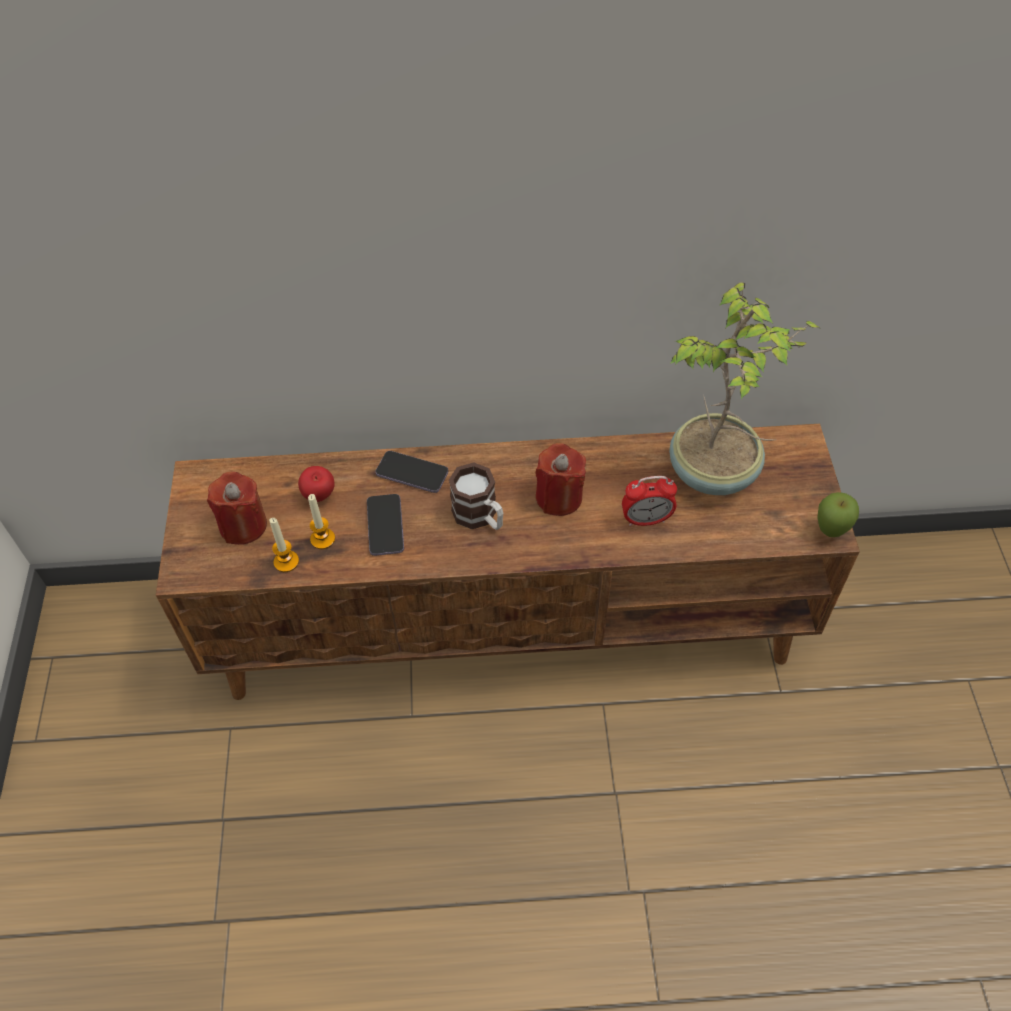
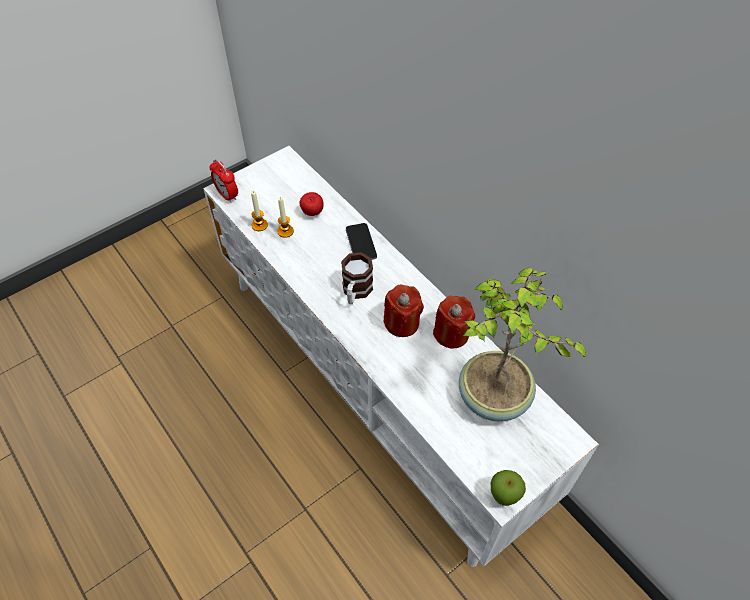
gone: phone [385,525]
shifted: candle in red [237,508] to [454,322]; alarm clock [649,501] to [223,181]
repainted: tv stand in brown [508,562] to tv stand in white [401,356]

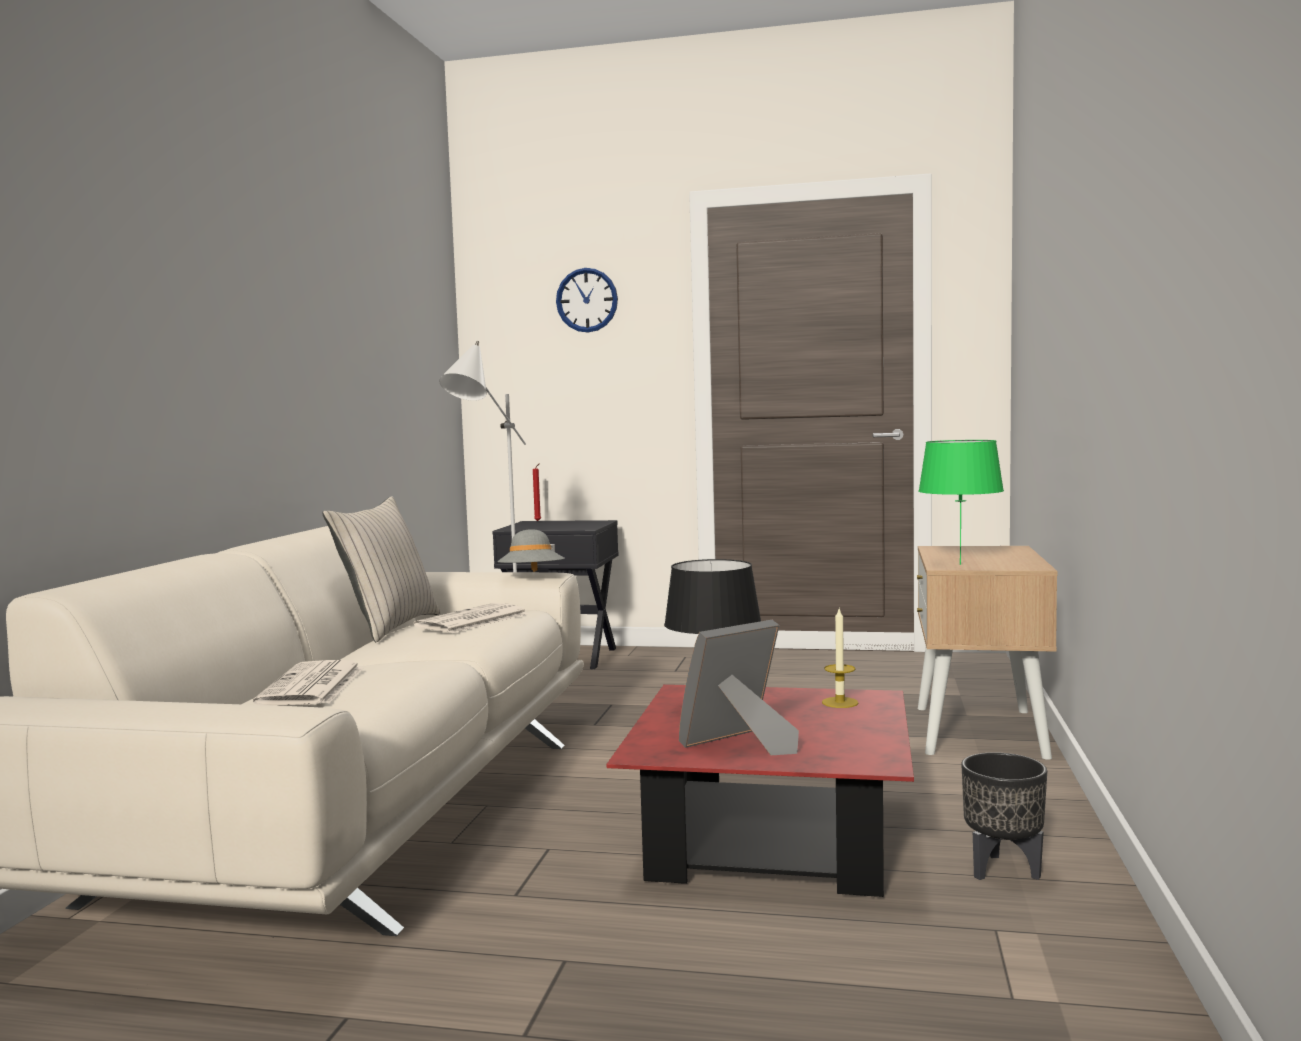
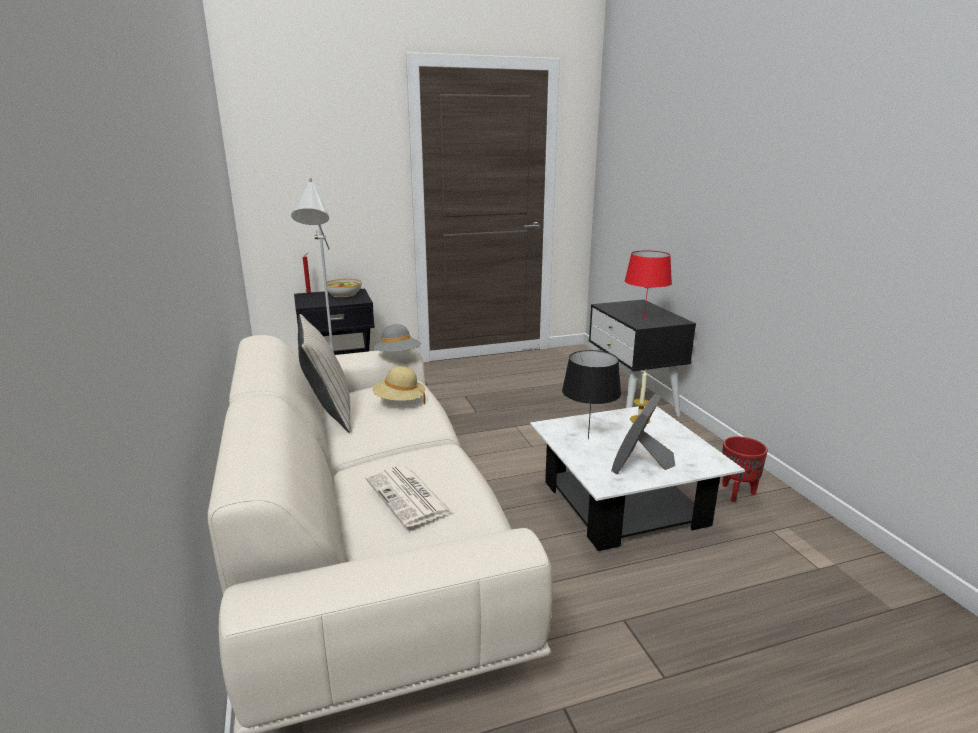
gone: wall clock [587,300]
new: bowl [344,288]
swapped: newspaper [471,618] to hat in beige [398,385]
repainted: coffee table in red [760,790] to coffee table in white [637,478]; nightstand in beige [987,653] to nightstand in black [642,358]; table lamp in green [961,502] to table lamp in red [648,286]; planter in black [1004,816] to planter in red [745,469]

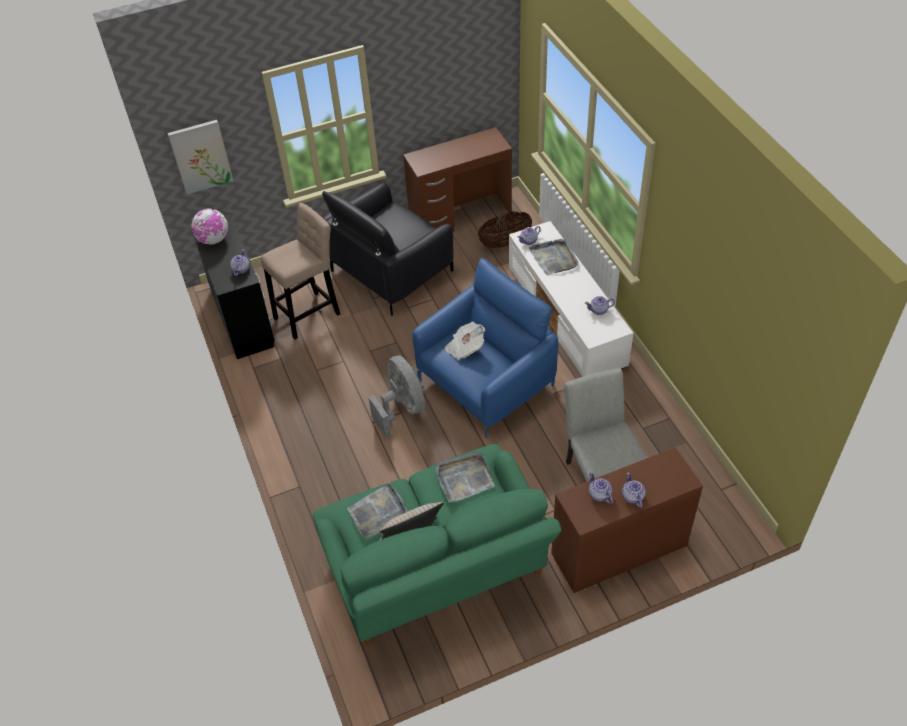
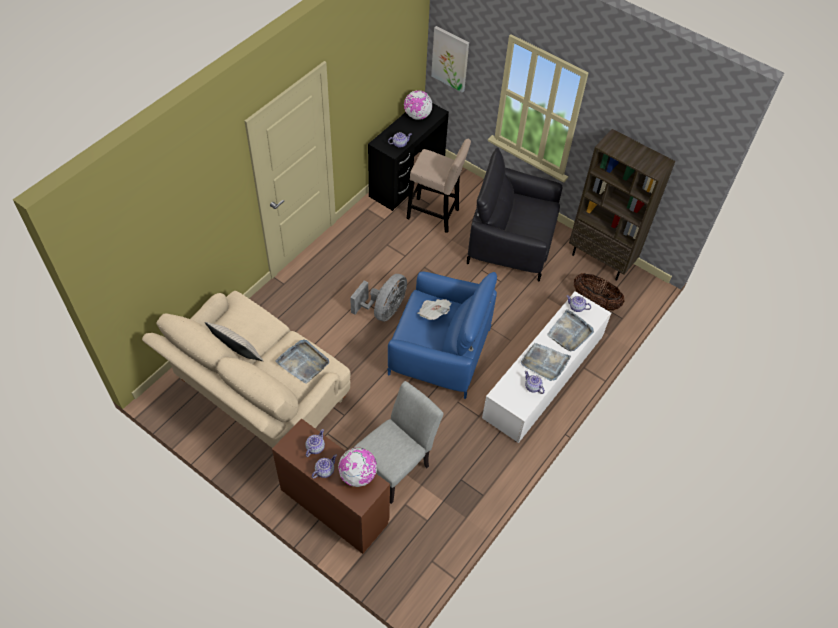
new: globe [357,467]
shifted: tray in grey [377,510] to [546,362]
swapped: desk in brown [457,179] to bookcase in brown [622,205]
repainted: sofa in green [437,544] to sofa in beige [246,369]

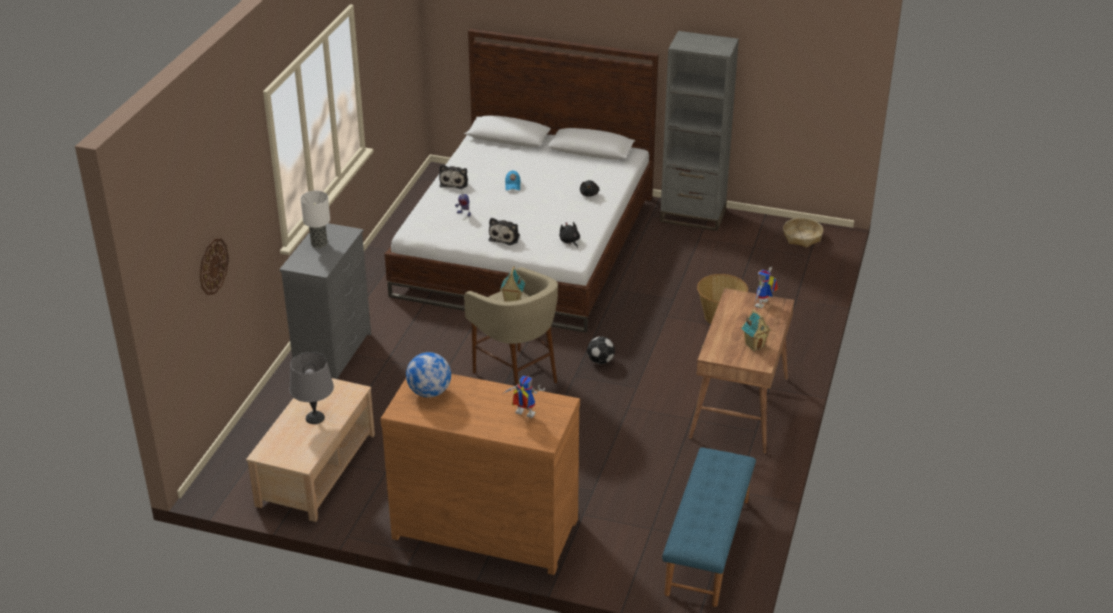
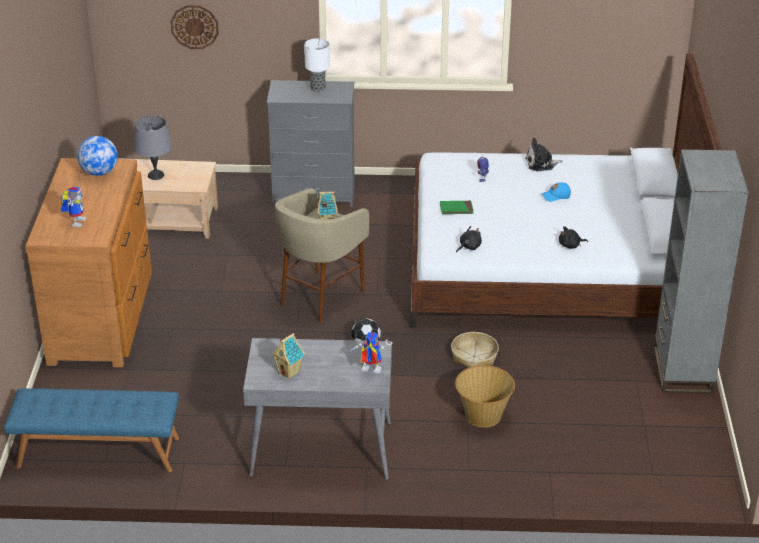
shifted: basket [803,233] to [475,350]
swapped: plush toy [504,231] to book in green [456,207]
repainted: desk in brown [741,371] to desk in grey [317,409]

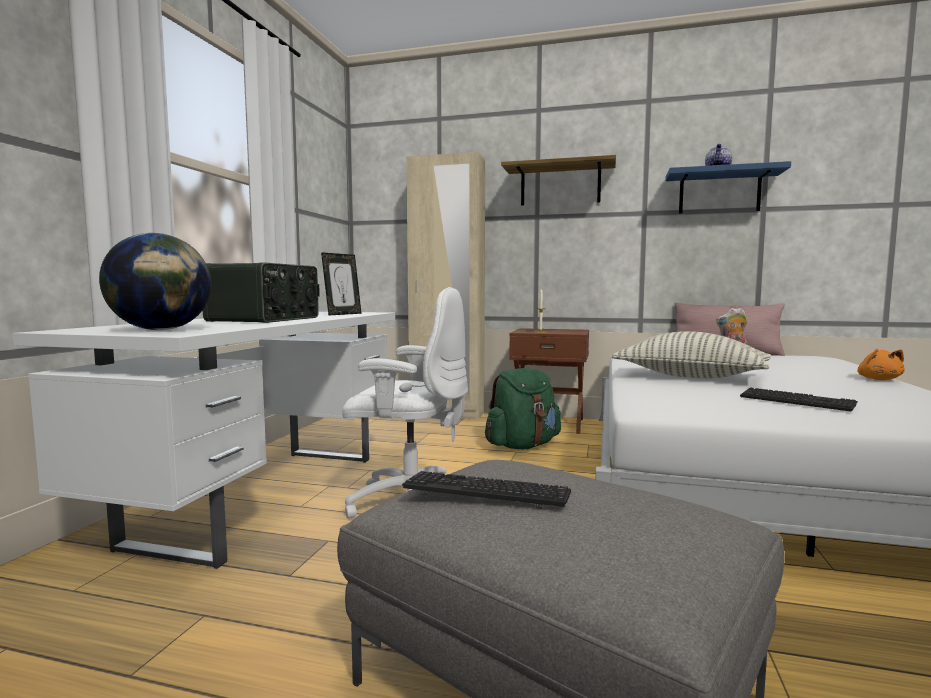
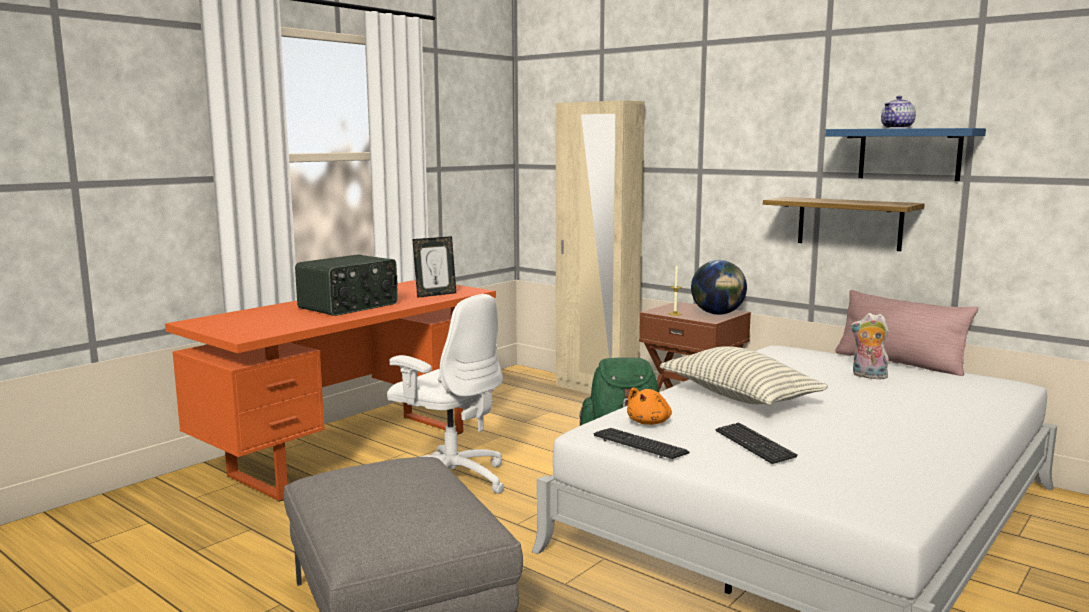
shifted: globe [155,281] to [719,287]; keyboard [486,490] to [641,443]; shelf [558,180] to [844,224]; plush toy in orange [881,364] to [649,406]
repainted: desk in white [204,440] to desk in orange [330,391]

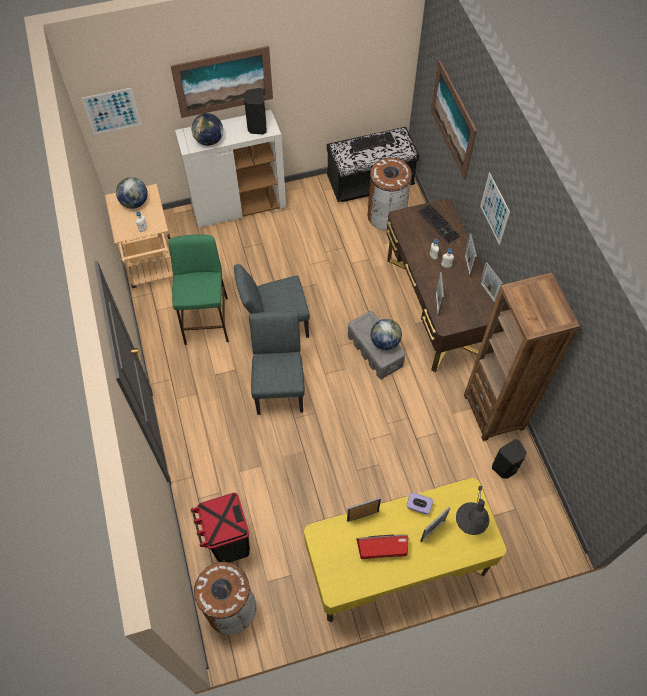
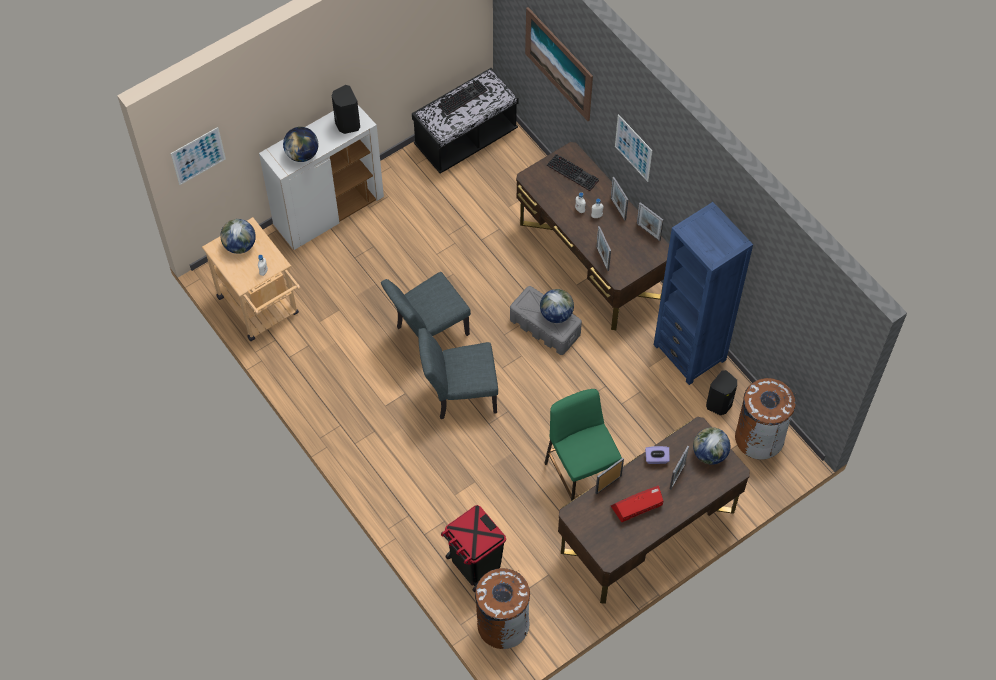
gone: picture [221,82]
shifted: stool in green [198,290] to [583,445]; trash can in brown [391,194] to [765,419]
swapped: table lamp in black [472,510] to globe [711,446]
repainted: desk in yellow [405,550] to desk in brown [654,510]; bookcase in brown [522,357] to bookcase in blue [703,293]
rotated: chair in grey [277,363] = [458,373] 75 degrees counterclockwise

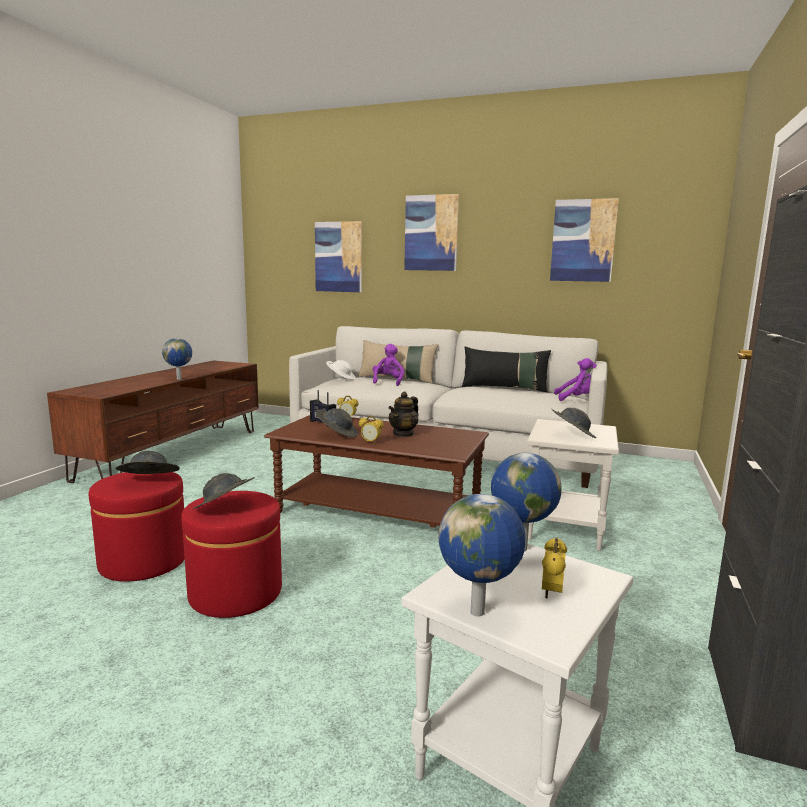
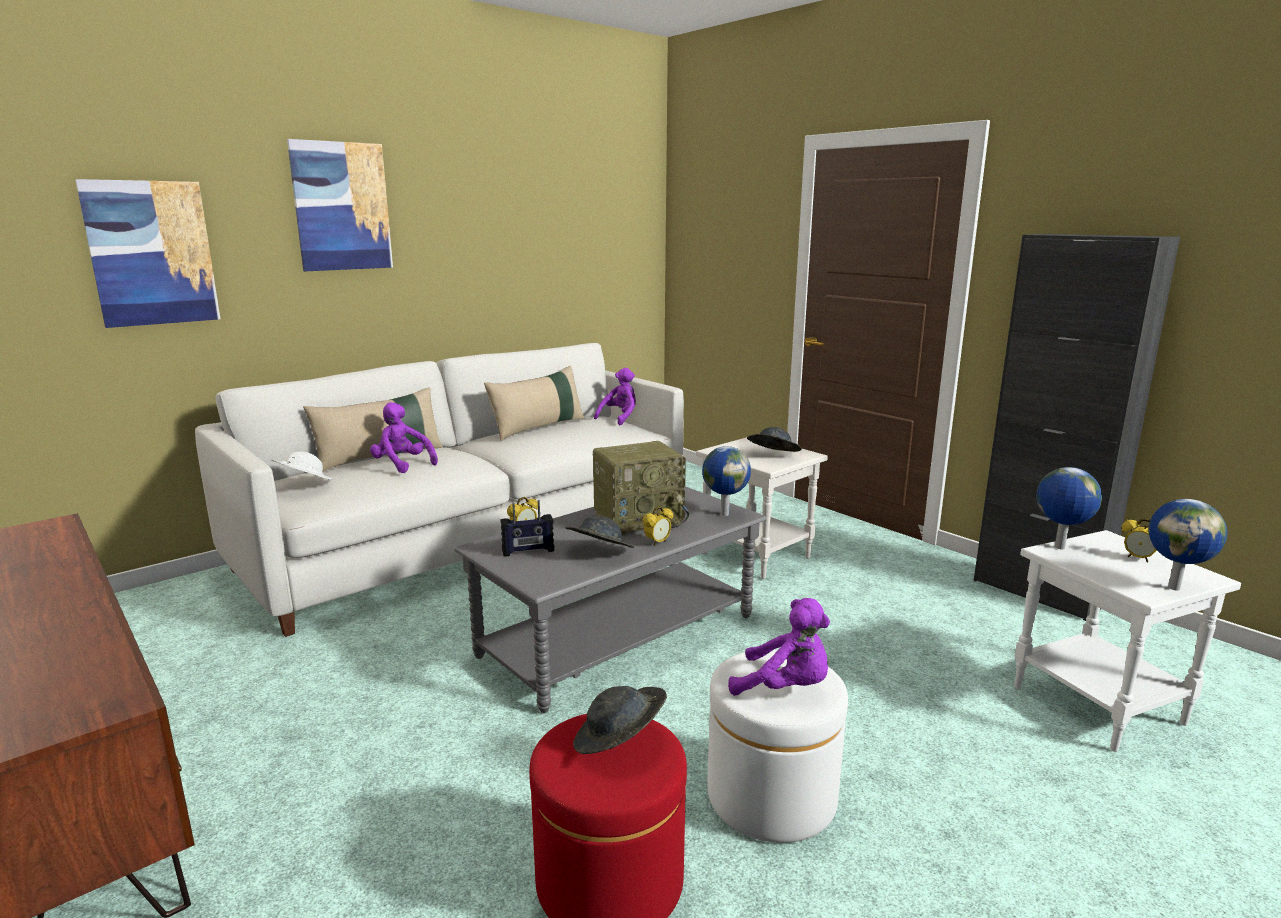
gone: picture [584,240]
shifted: globe [177,359] to [726,481]
swapped: hat in grey [224,491] to plush toy in purple [779,647]; teapot [403,414] to radio [641,488]
repainted: ottoman in red [231,554] to ottoman in white [777,746]; coffee table in brown [376,471] to coffee table in grey [610,599]; pillow in black [506,369] to pillow in beige [534,403]

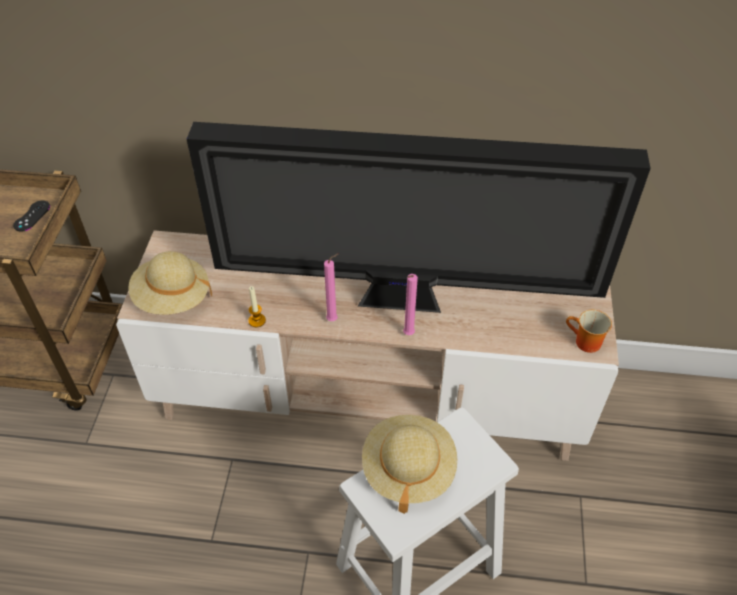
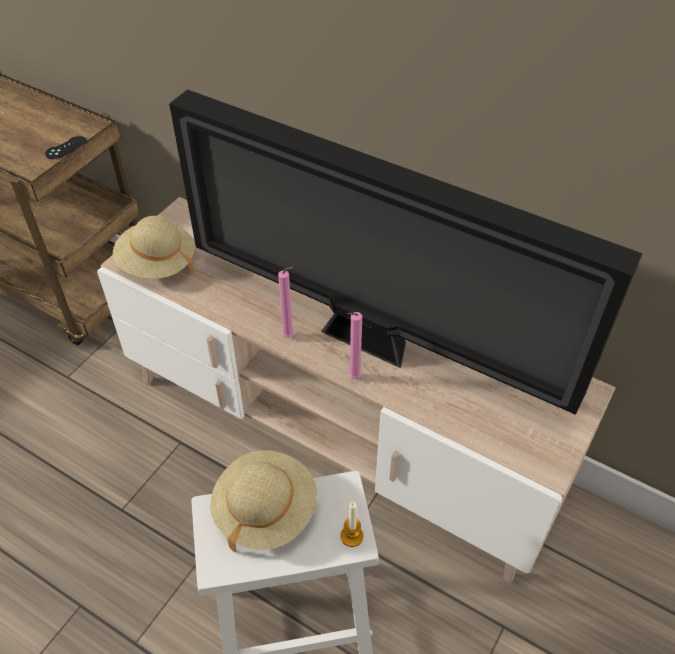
gone: mug [589,331]
shifted: candle [257,306] to [352,524]

